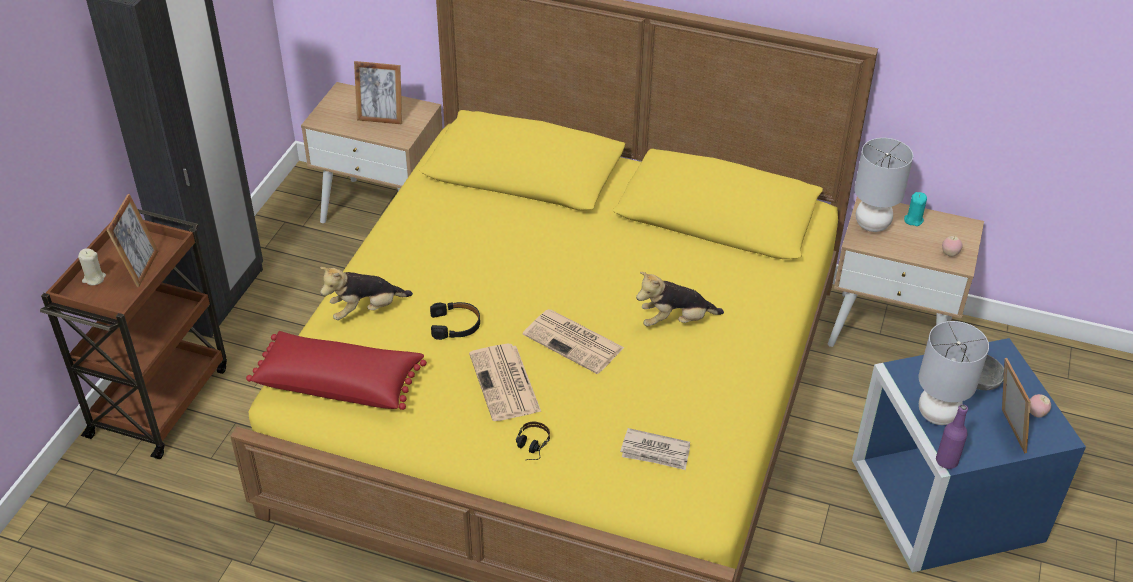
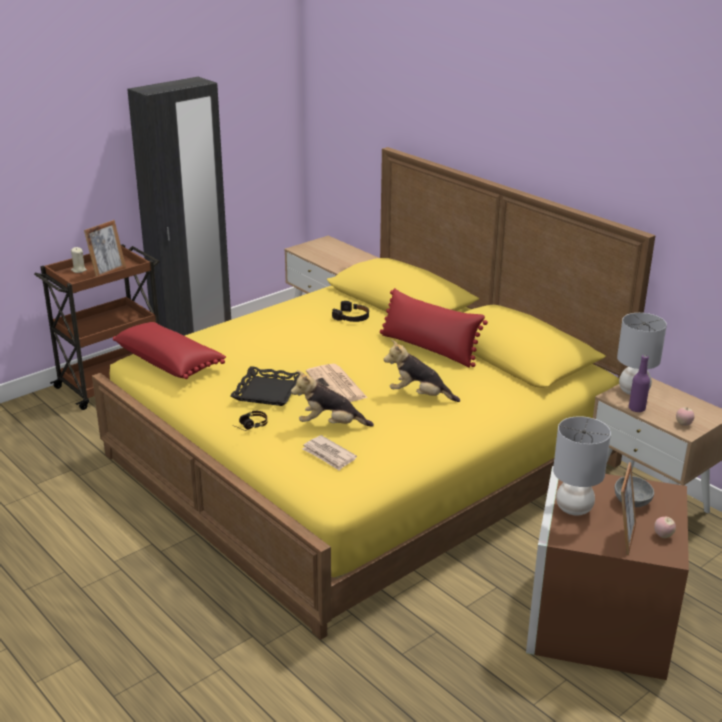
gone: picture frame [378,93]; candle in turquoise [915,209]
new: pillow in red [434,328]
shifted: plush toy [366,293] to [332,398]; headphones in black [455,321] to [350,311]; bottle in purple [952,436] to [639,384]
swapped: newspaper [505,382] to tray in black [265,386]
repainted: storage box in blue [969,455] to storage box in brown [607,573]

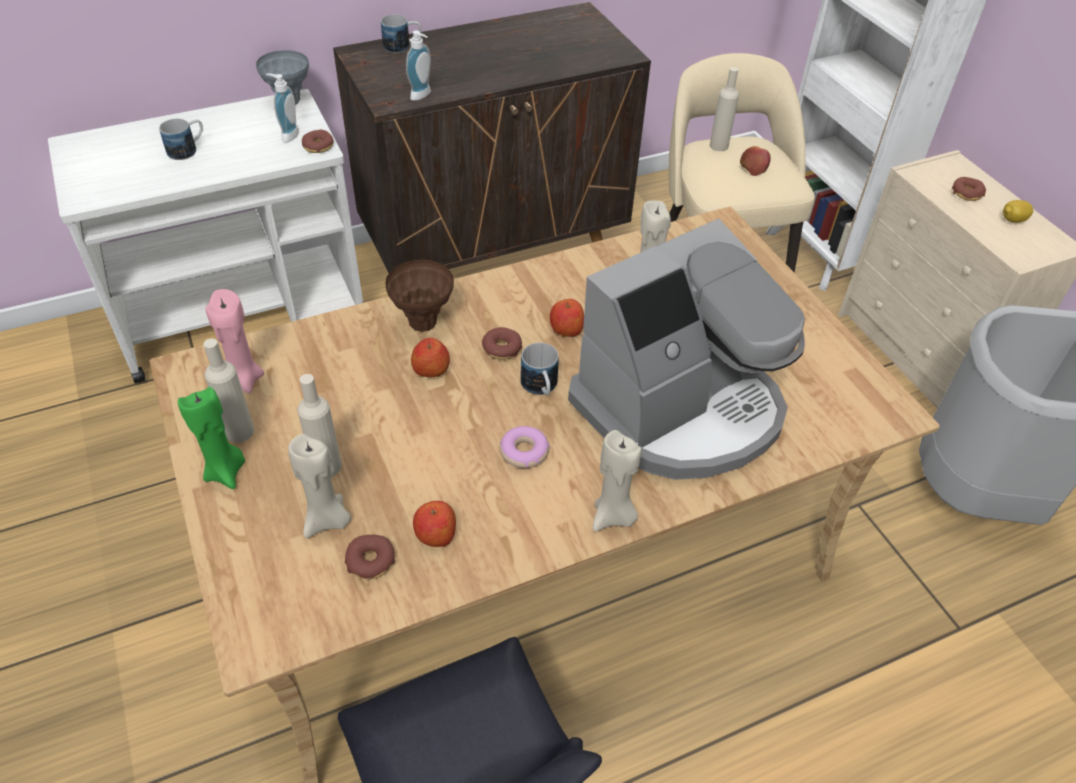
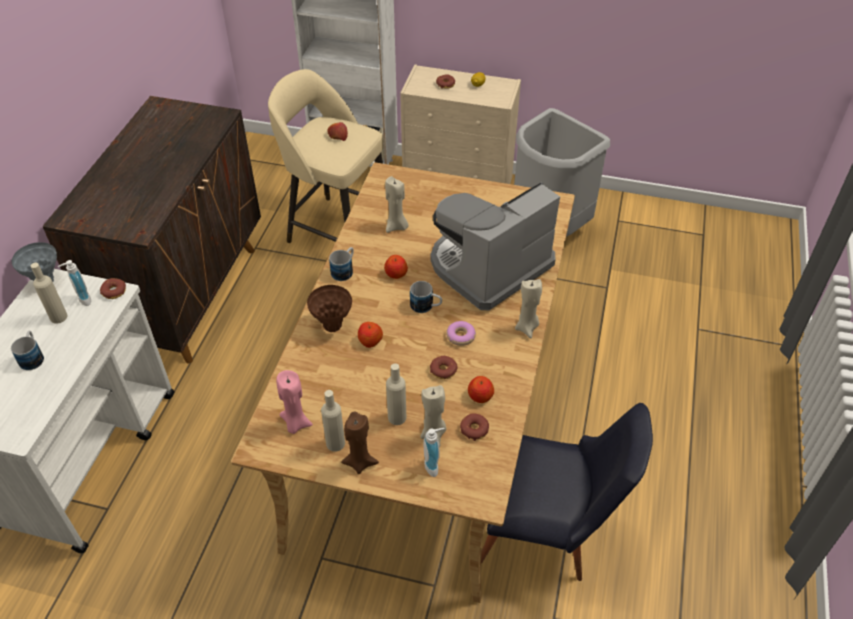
shifted: mug [401,34] to [341,264]; soap dispenser [418,66] to [434,452]; donut [502,343] to [444,367]; bottle in beige [724,109] to [49,293]
repainted: candle in green [211,438] to candle in brown [360,443]
rotated: coffee machine [686,349] = [495,246] 135 degrees counterclockwise

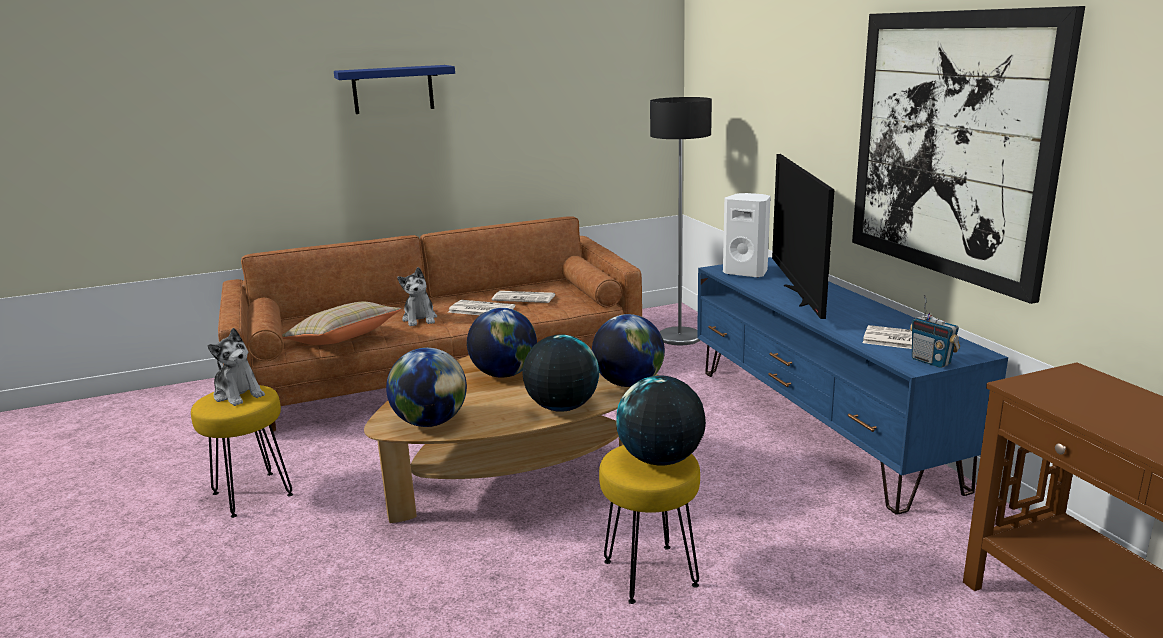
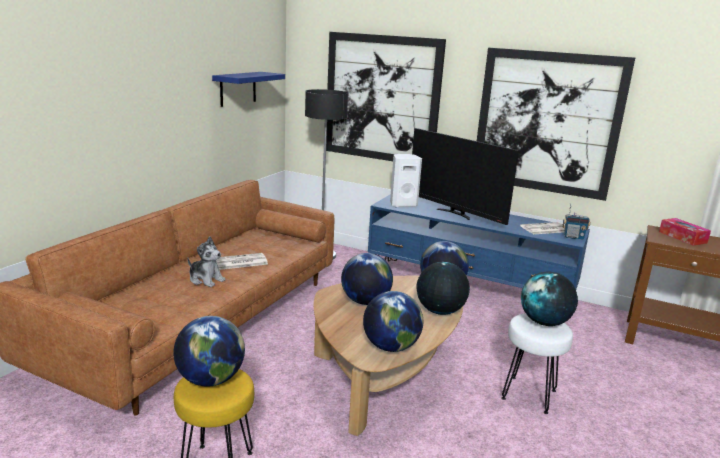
gone: pillow in beige [342,323]; newspaper [524,297]
new: picture [386,96]; tissue box [685,232]
shifted: shelf in blue [394,89] to [248,89]
swapped: plush toy [236,367] to globe [209,351]
repainted: stool in yellow [649,524] to stool in white [537,363]

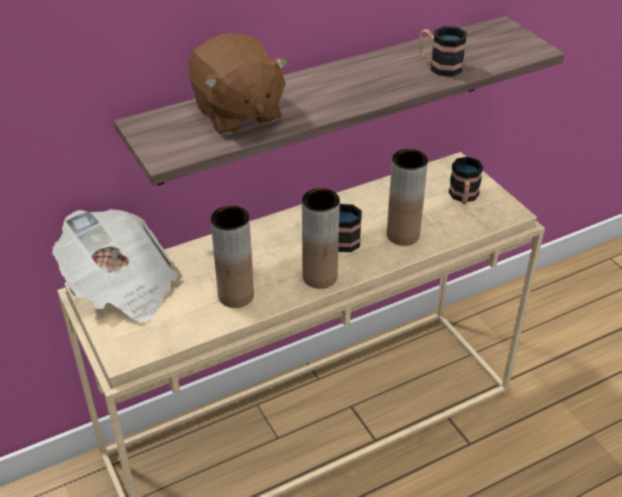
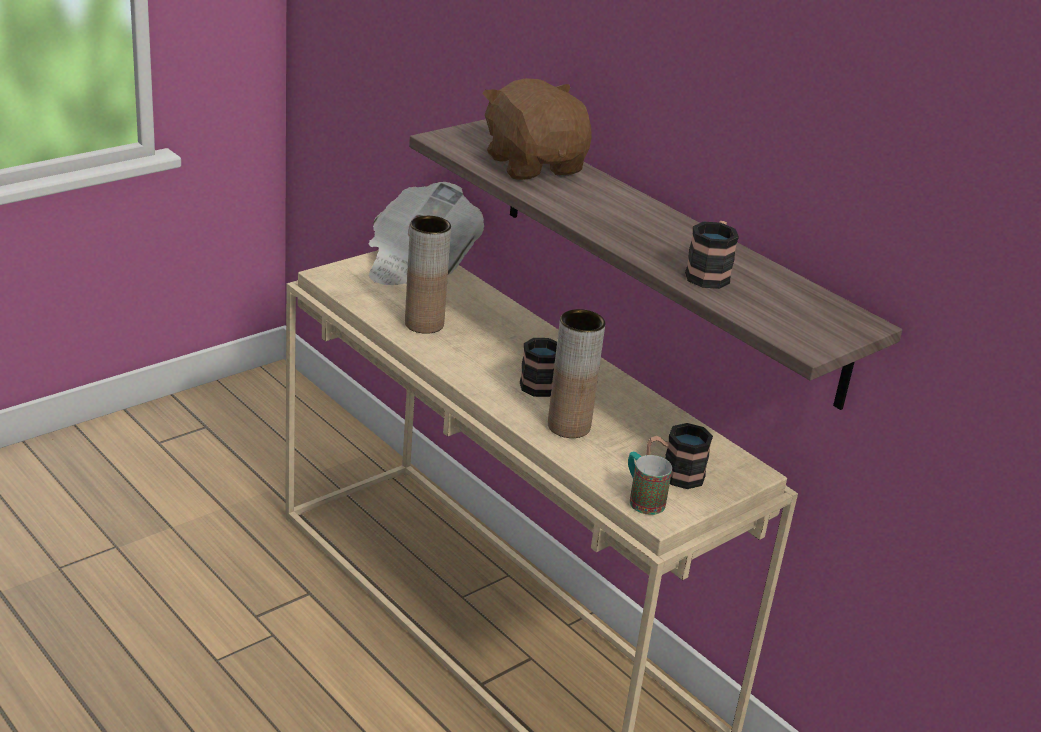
gone: vase in brown [321,238]
new: mug [650,483]
rotated: plush toy in brown [239,84] = [536,129] 105 degrees clockwise

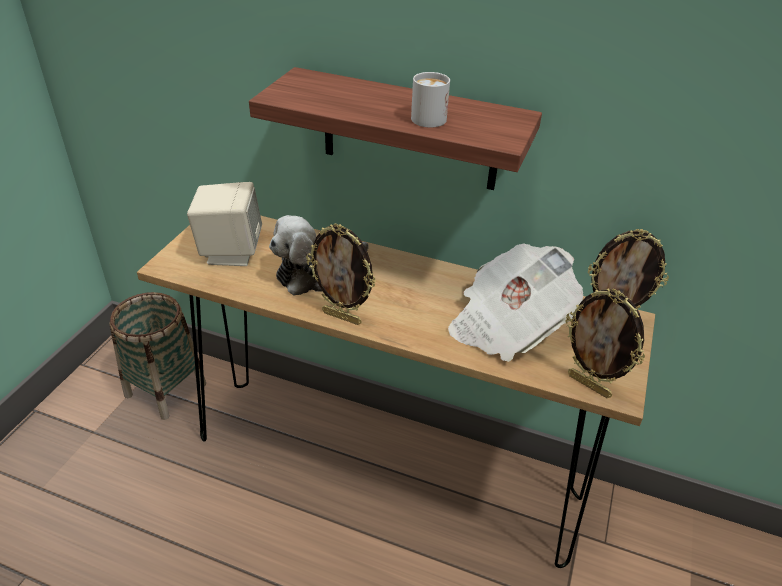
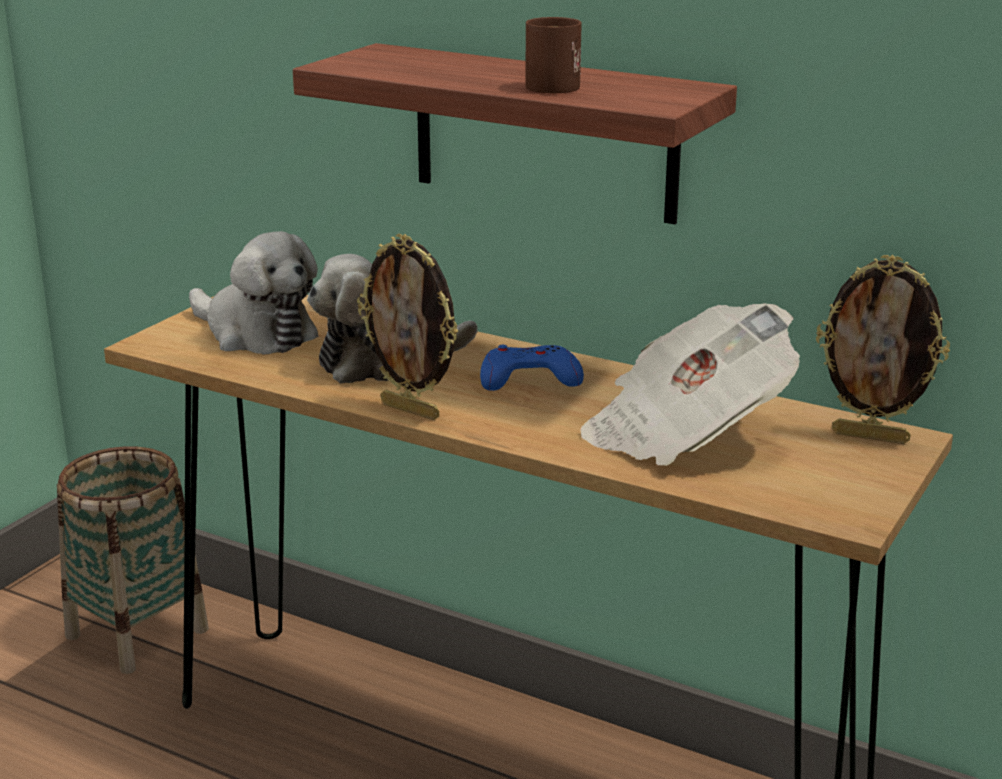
gone: picture frame [605,343]
new: game controller in blue [532,367]
swapped: speaker in beige [224,224] to plush toy [254,292]
repainted: mug in white [430,100] to mug in brown [553,55]

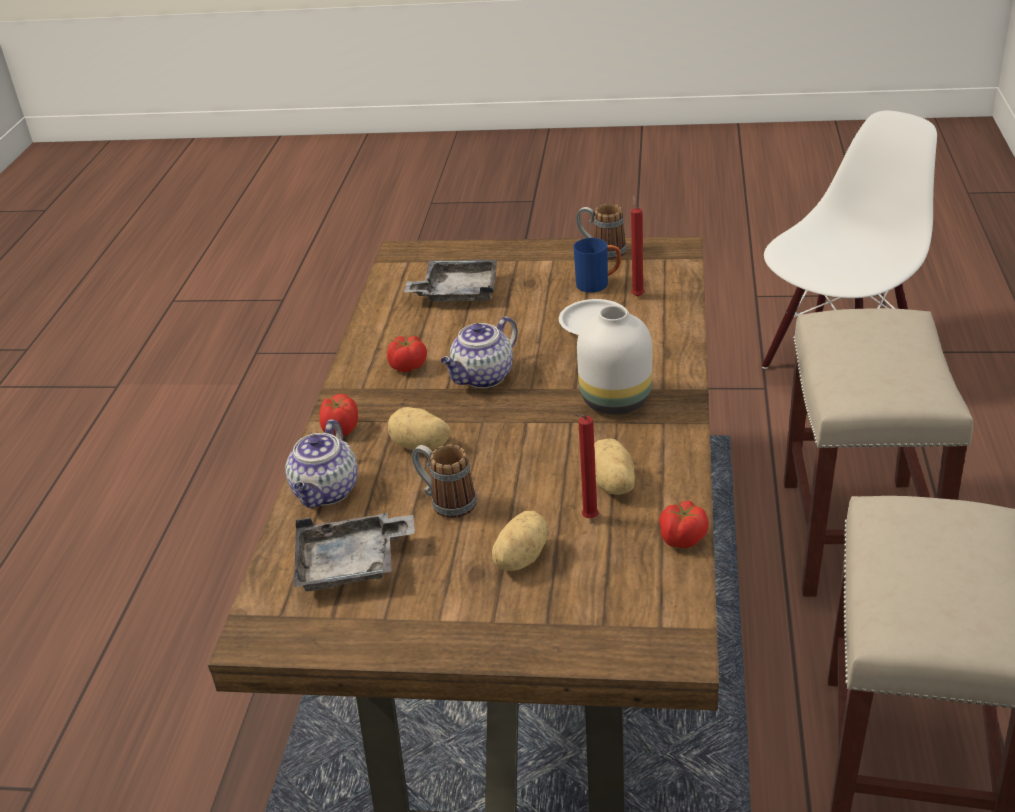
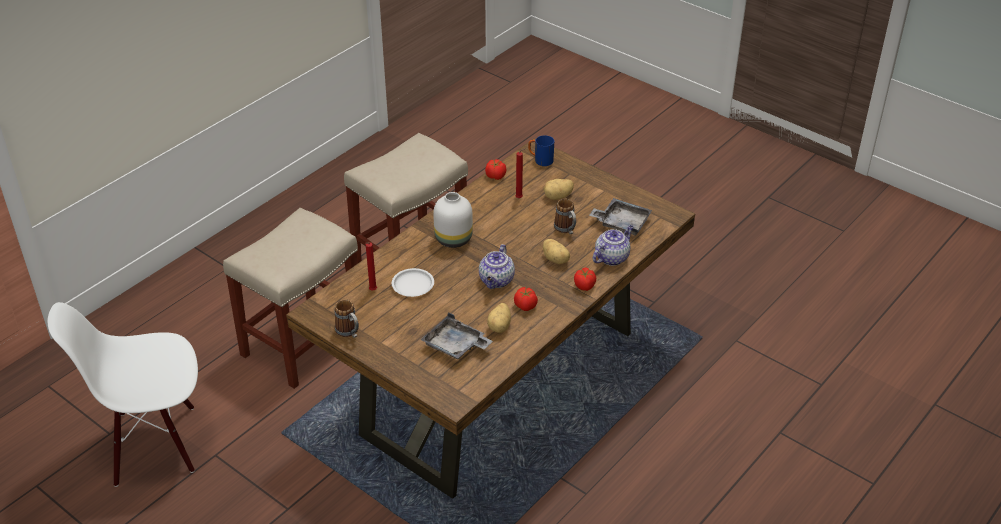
shifted: mug in blue [597,265] to [541,150]; potato [614,466] to [499,318]
rotated: teapot [479,352] = [497,266] 120 degrees clockwise

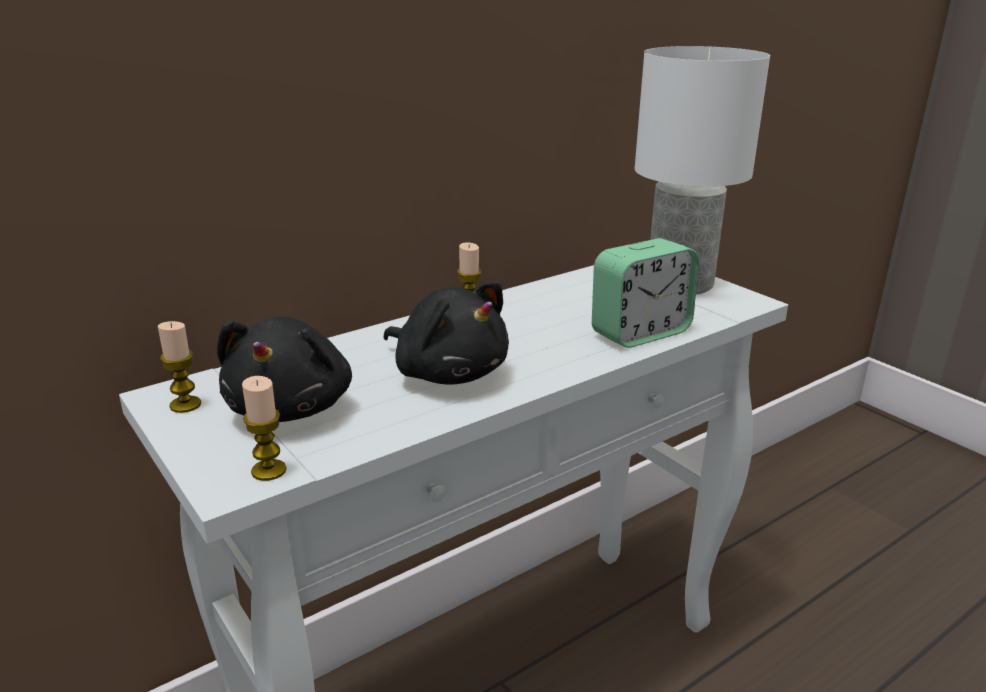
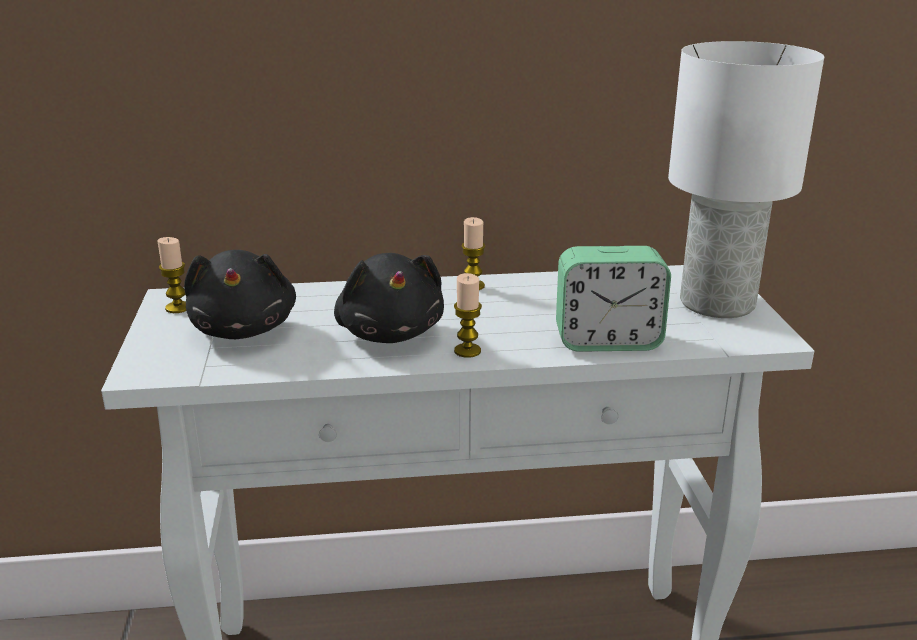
shifted: candle [264,428] to [468,315]
rotated: plush toy in black [284,369] = [240,294] 45 degrees counterclockwise

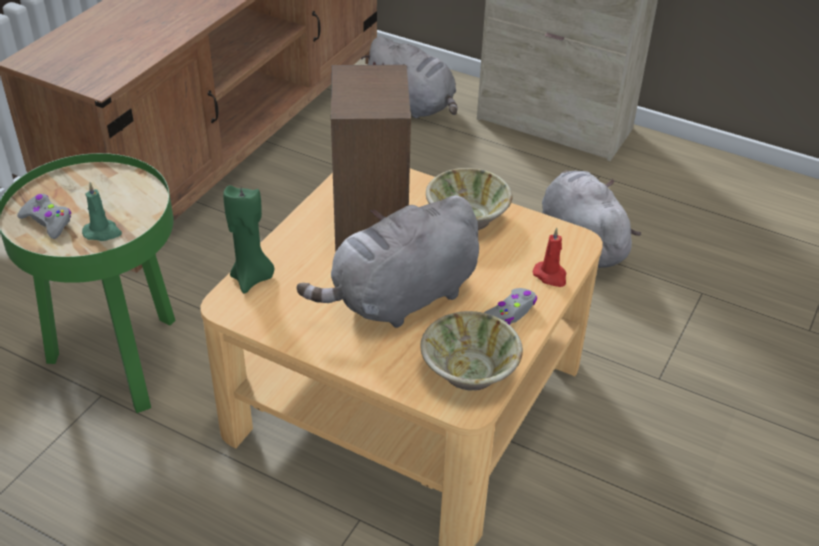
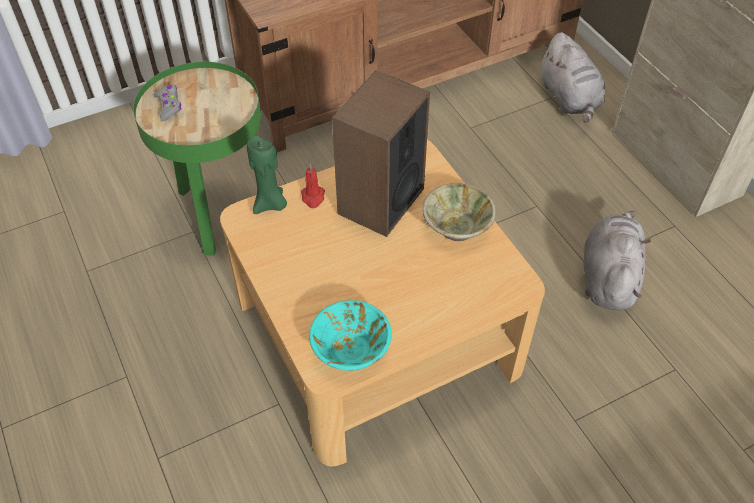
gone: candle in green [102,211]; plush toy in grey [388,261]; game controller in grey [510,306]
shifted: candle in red [550,257] to [313,186]
repainted: bowl in beige [471,350] to bowl in turquoise [350,335]

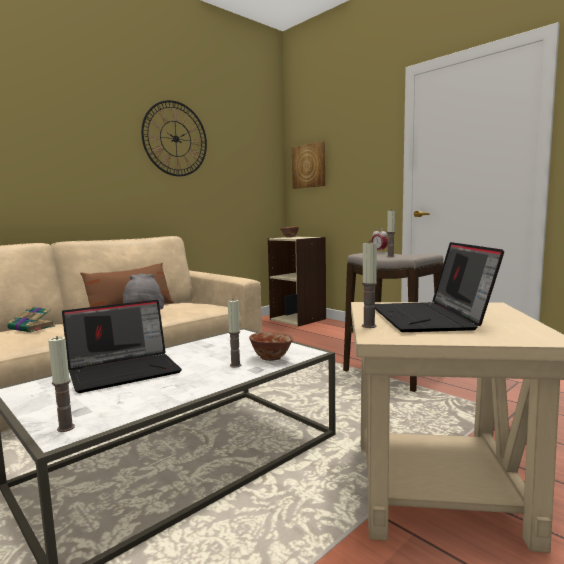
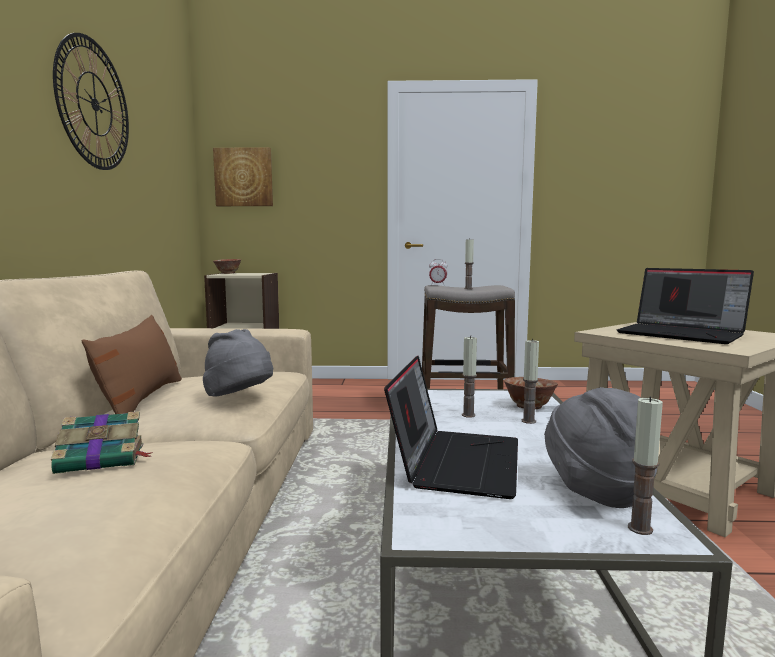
new: hat in grey [600,447]
shifted: candle [369,285] to [469,376]

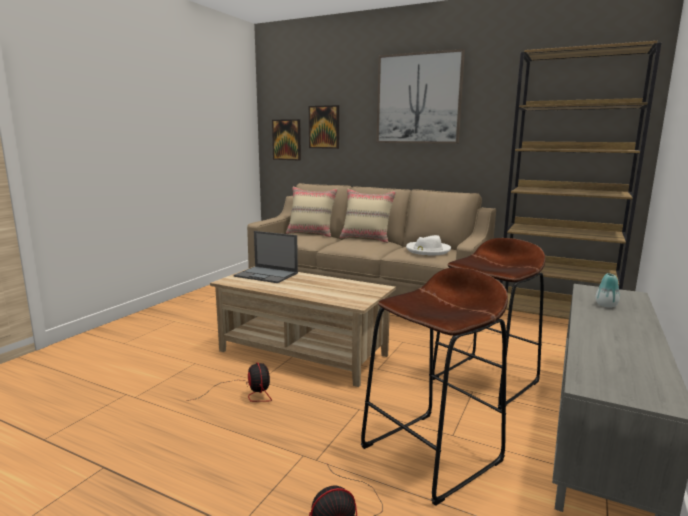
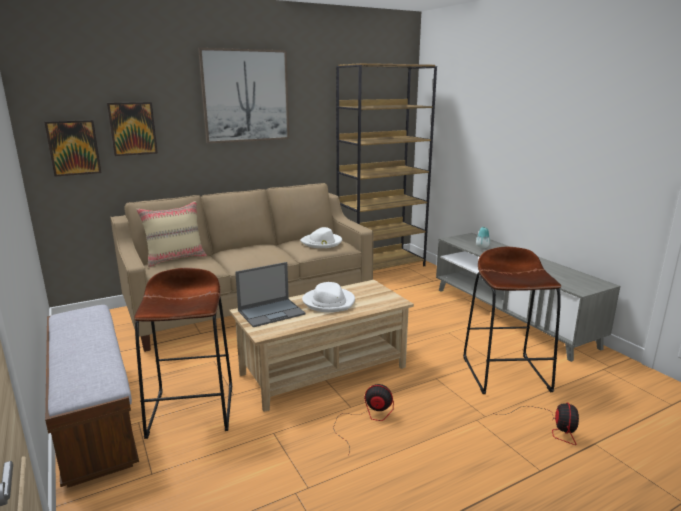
gone: pillow in beige [368,216]
new: bench [92,396]; hat in white [328,297]
shifted: stool in brown [489,324] to [183,353]

